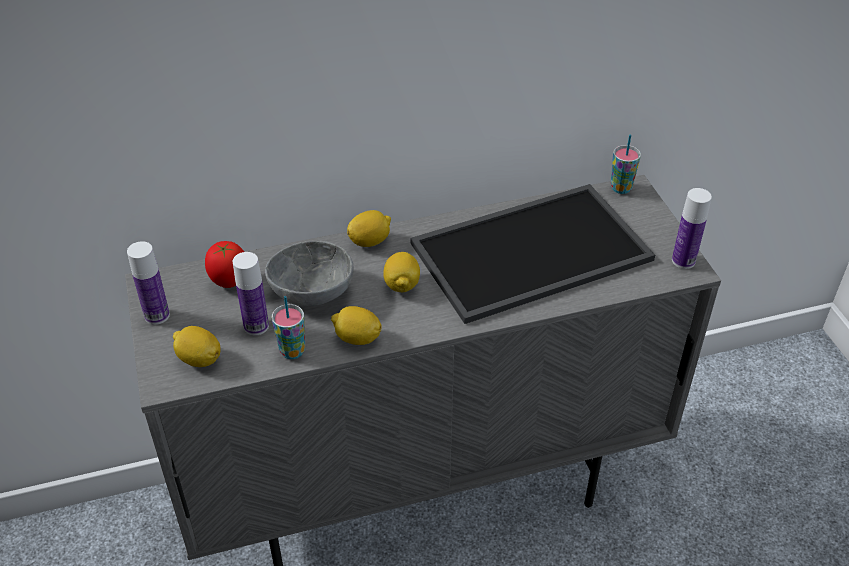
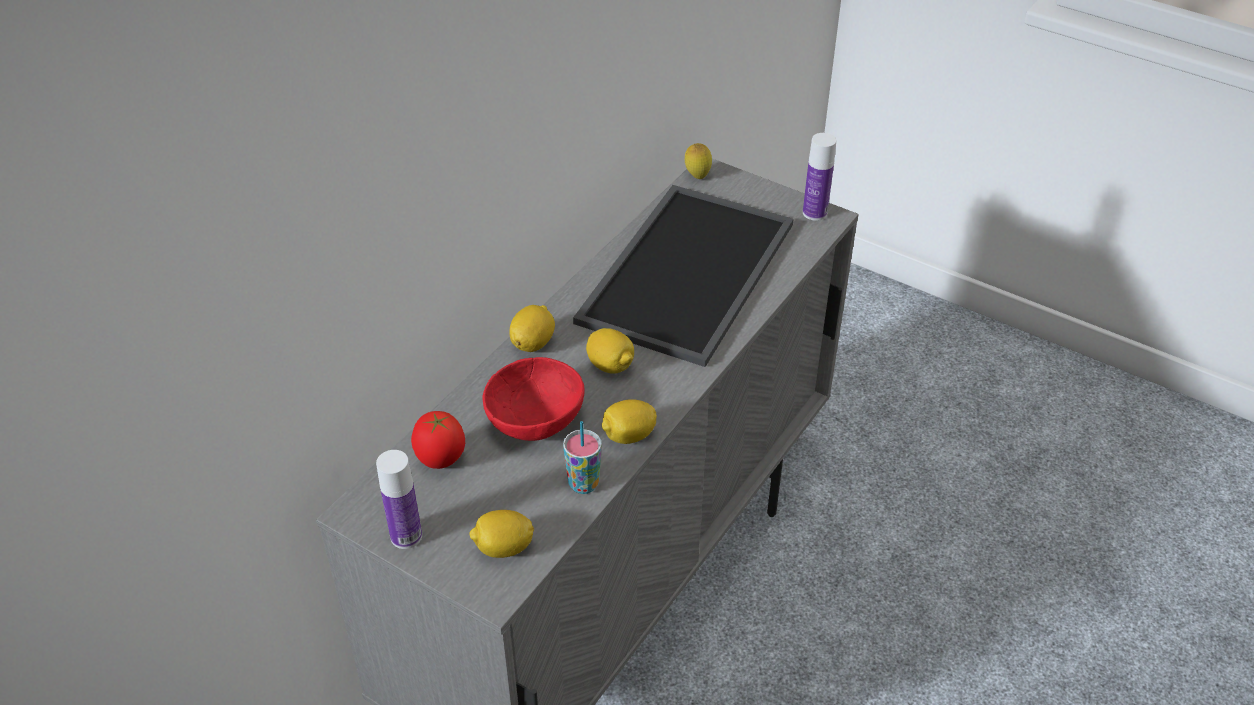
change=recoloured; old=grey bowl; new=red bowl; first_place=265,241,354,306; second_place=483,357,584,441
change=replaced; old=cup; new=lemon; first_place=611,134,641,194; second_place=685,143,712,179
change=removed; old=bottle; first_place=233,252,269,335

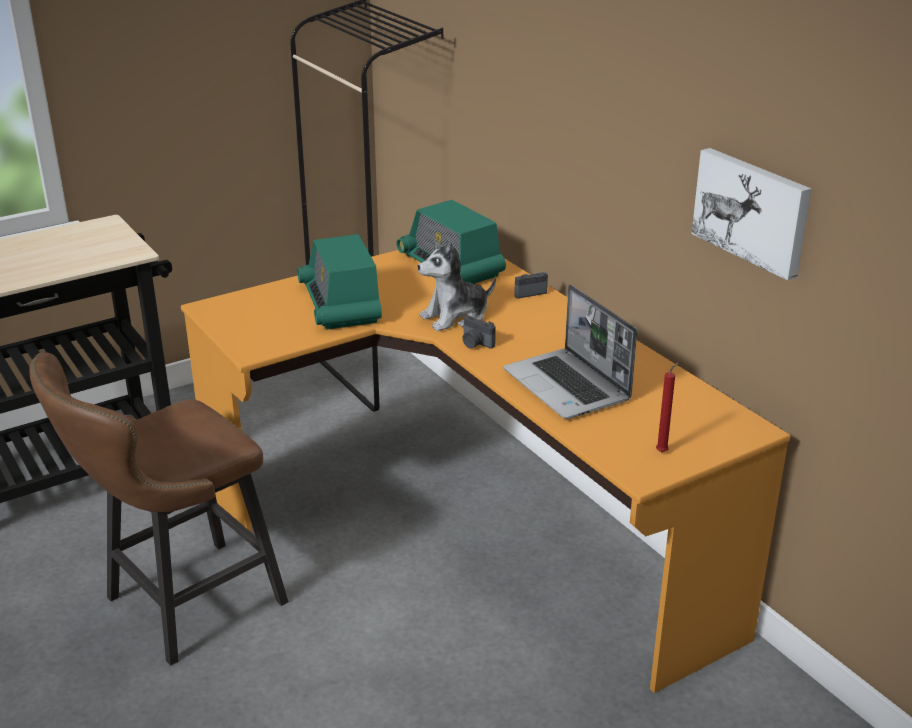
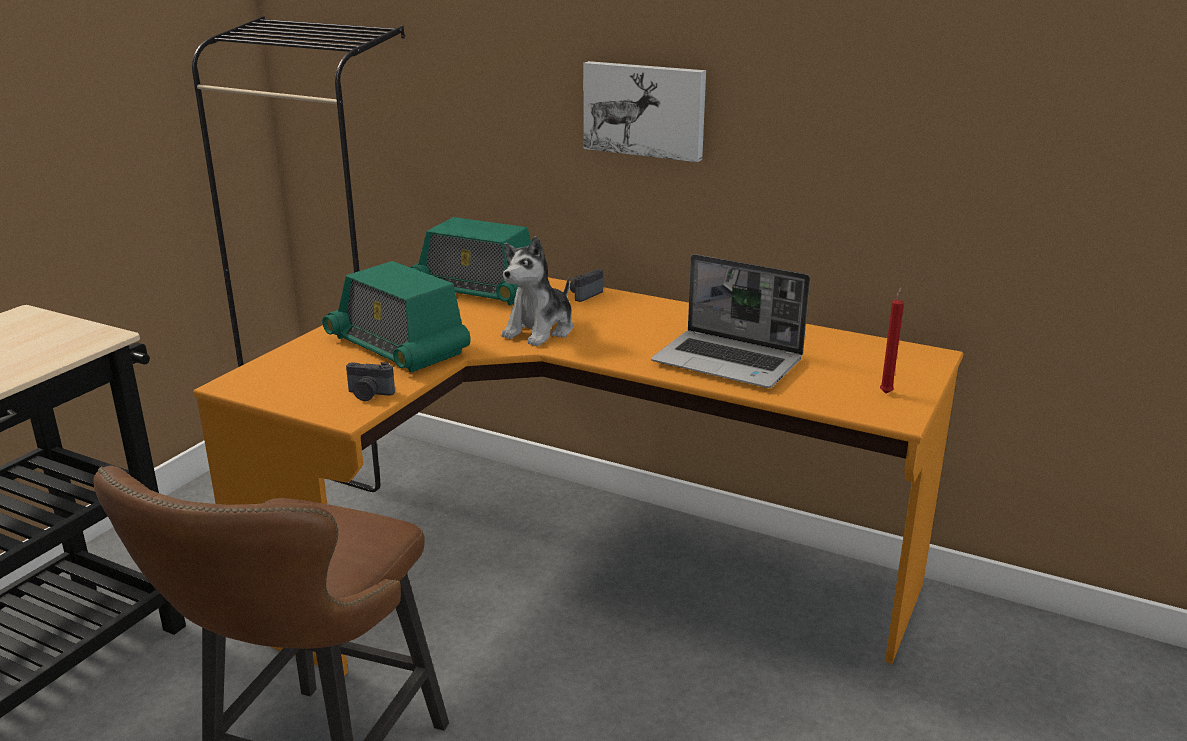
change=moved; old=photo camera; first_place=462,316,496,349; second_place=346,362,395,401
change=moved; old=picture; first_place=692,148,811,281; second_place=583,61,706,162

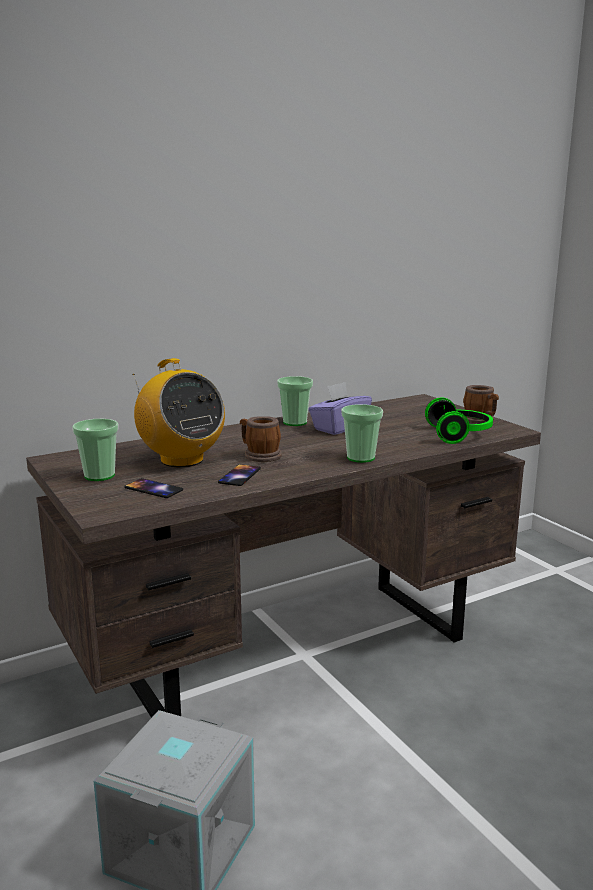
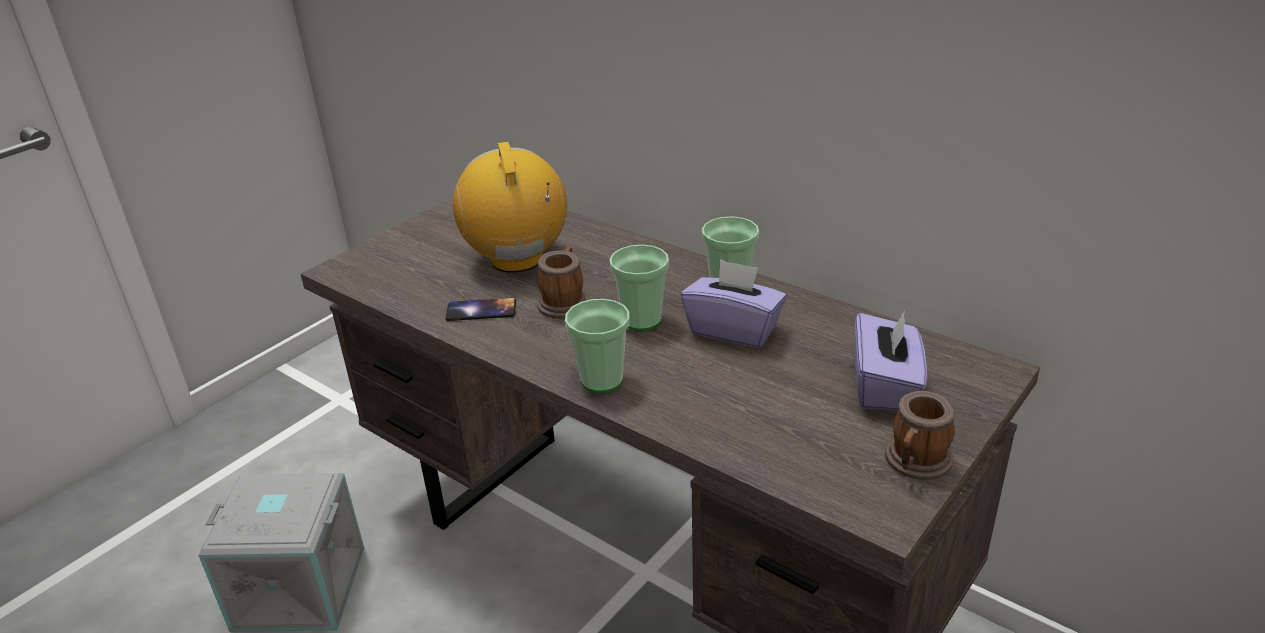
change=turned; old=radio; first_place=132,358,225,467; second_place=453,142,567,273; degrees=135
change=moved; old=cup; first_place=72,419,119,481; second_place=610,245,669,331
change=added; new=purple tissue box; second_place=855,310,927,411
change=removed; old=phone; first_place=124,478,183,498
change=removed; old=headphones; first_place=425,397,493,444

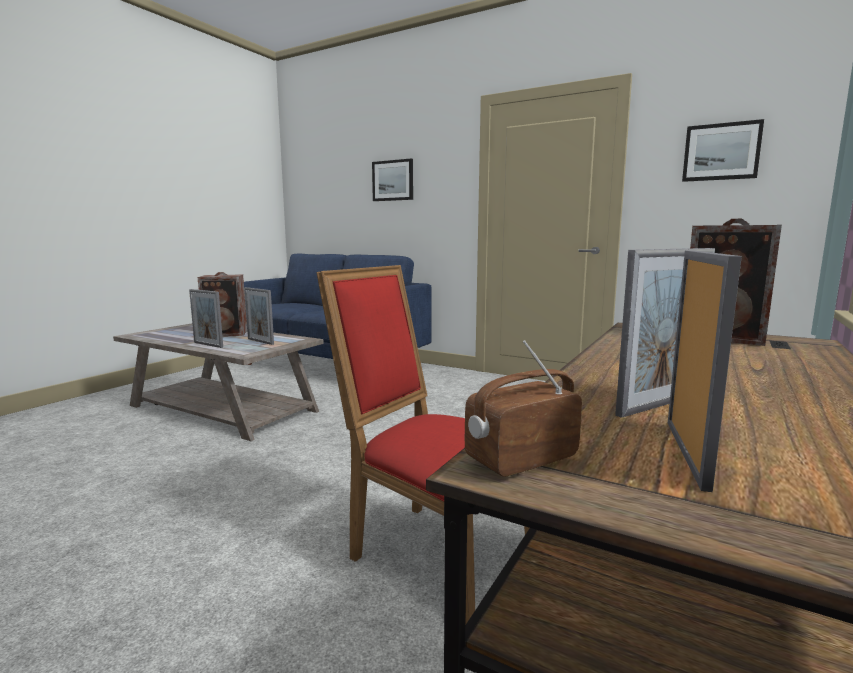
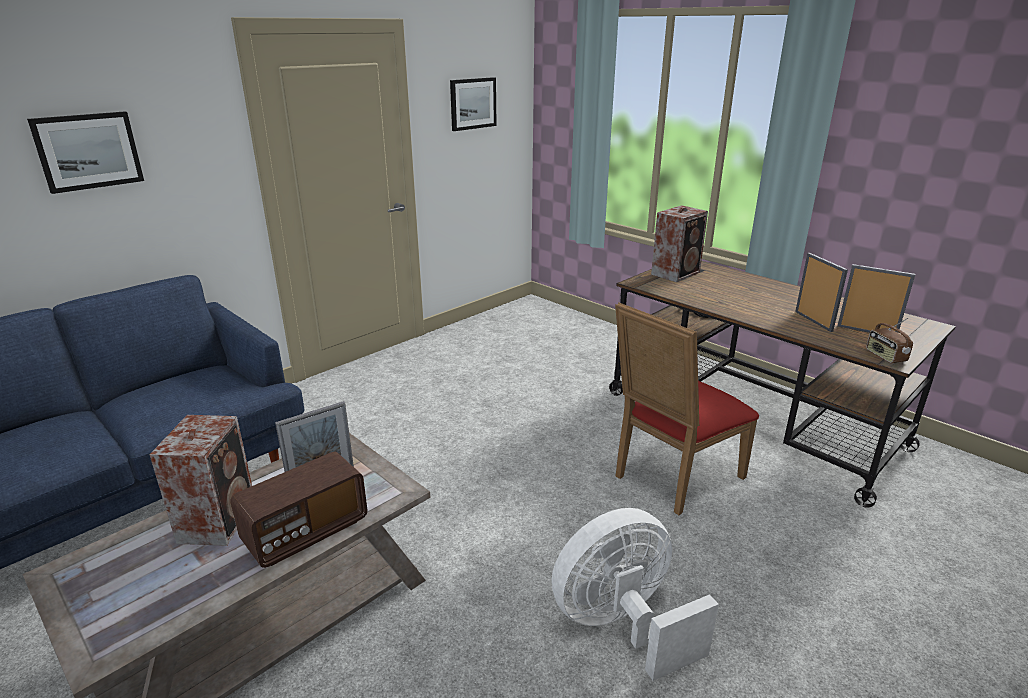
change=replaced; old=picture frame; new=radio; first_place=189,289,223,348; second_place=230,452,367,568
change=added; new=white fan; second_place=551,508,719,681

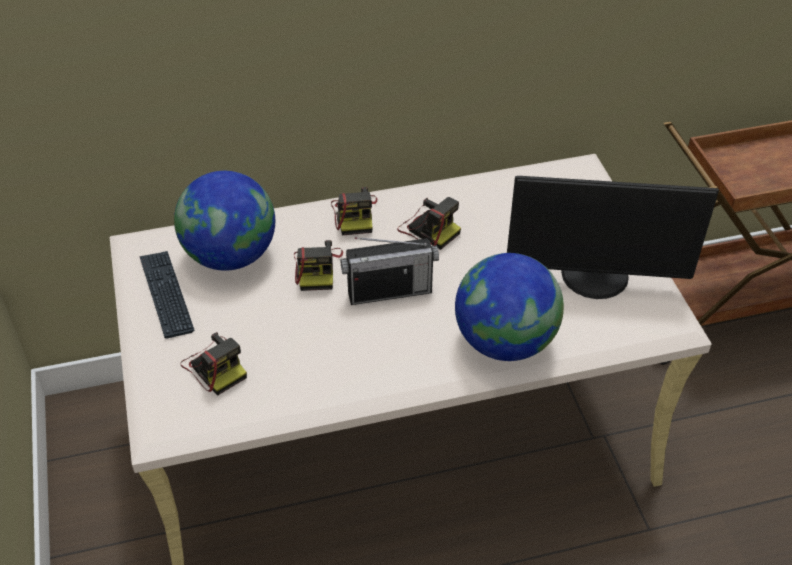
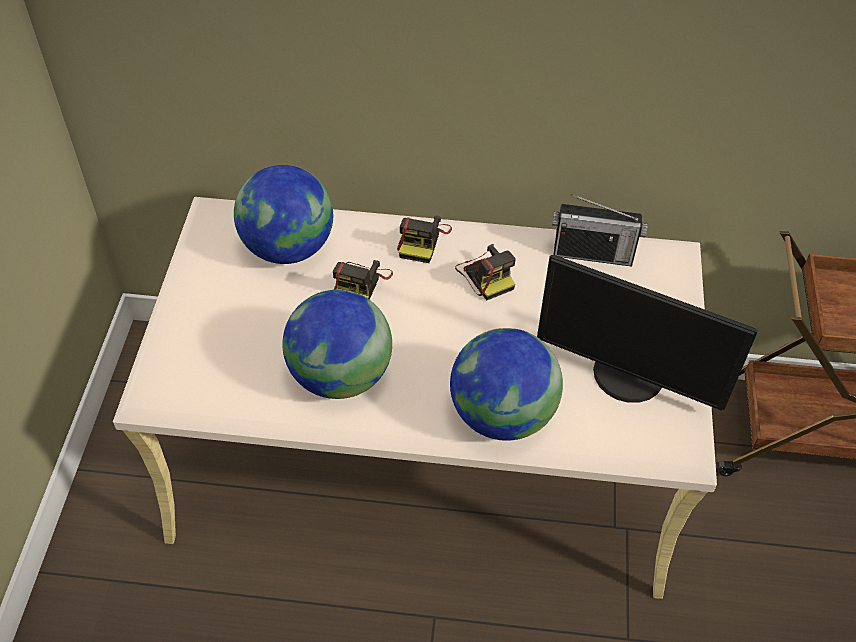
change=added; new=globe; second_place=282,290,392,399
change=moved; old=radio; first_place=340,237,439,305; second_place=552,194,648,267
change=removed; old=keyboard; first_place=139,251,194,338
change=removed; old=photo camera; first_place=181,332,247,395

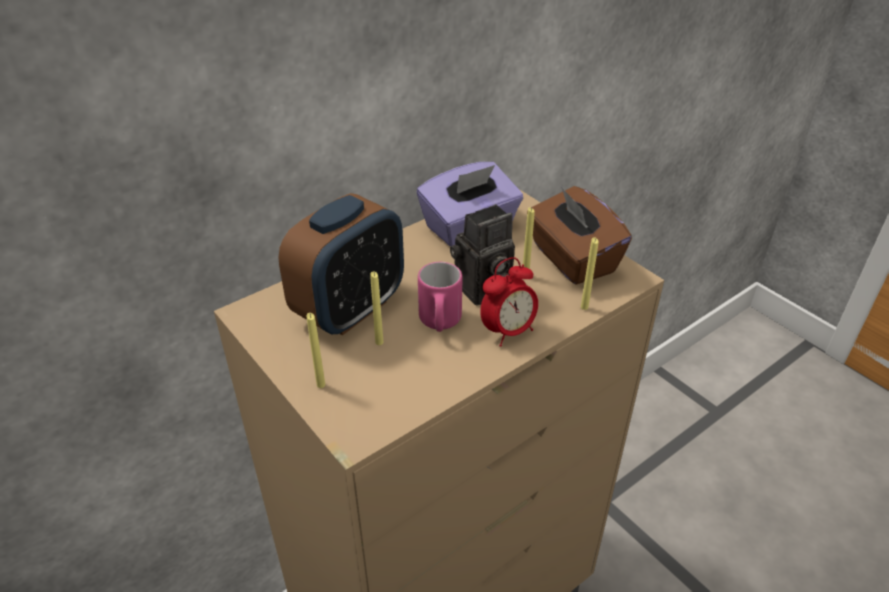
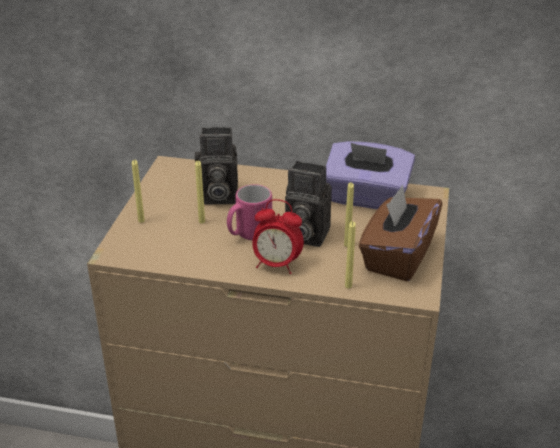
change=replaced; old=alarm clock; new=photo camera; first_place=279,193,404,335; second_place=195,127,238,205

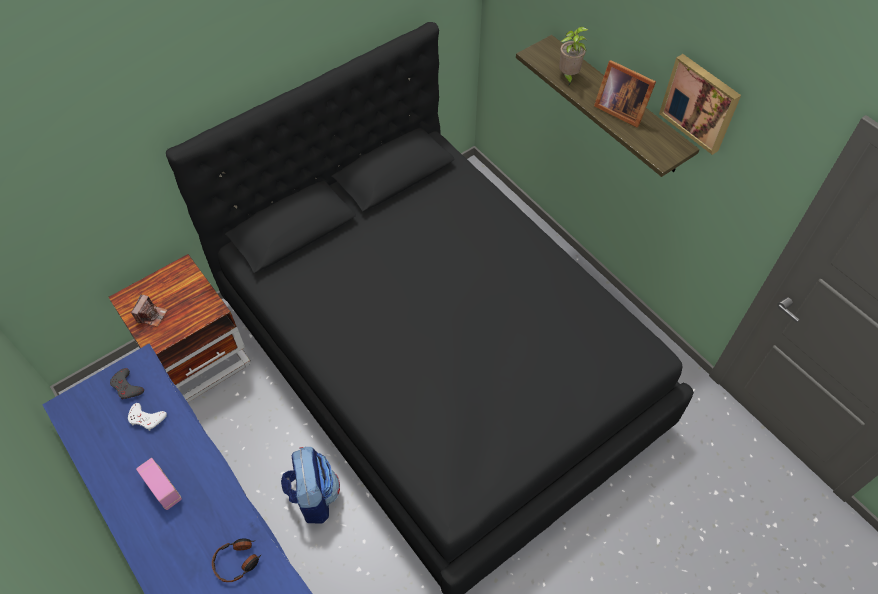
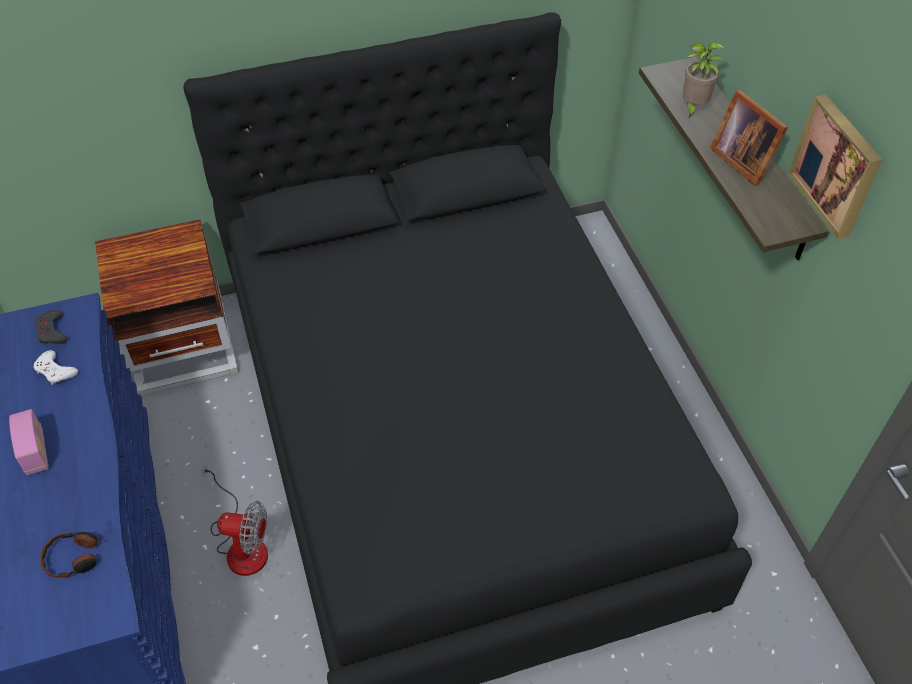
change=replaced; old=backpack; new=fan; first_place=281,447,340,524; second_place=201,461,268,576
change=removed; old=photo camera; first_place=131,295,168,327

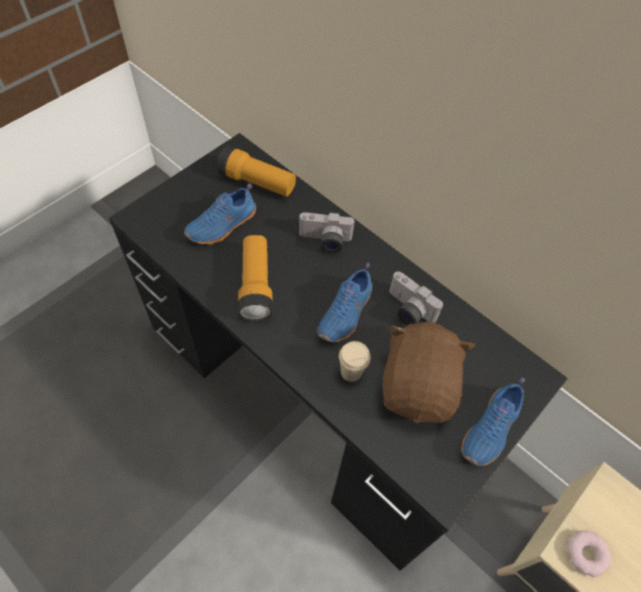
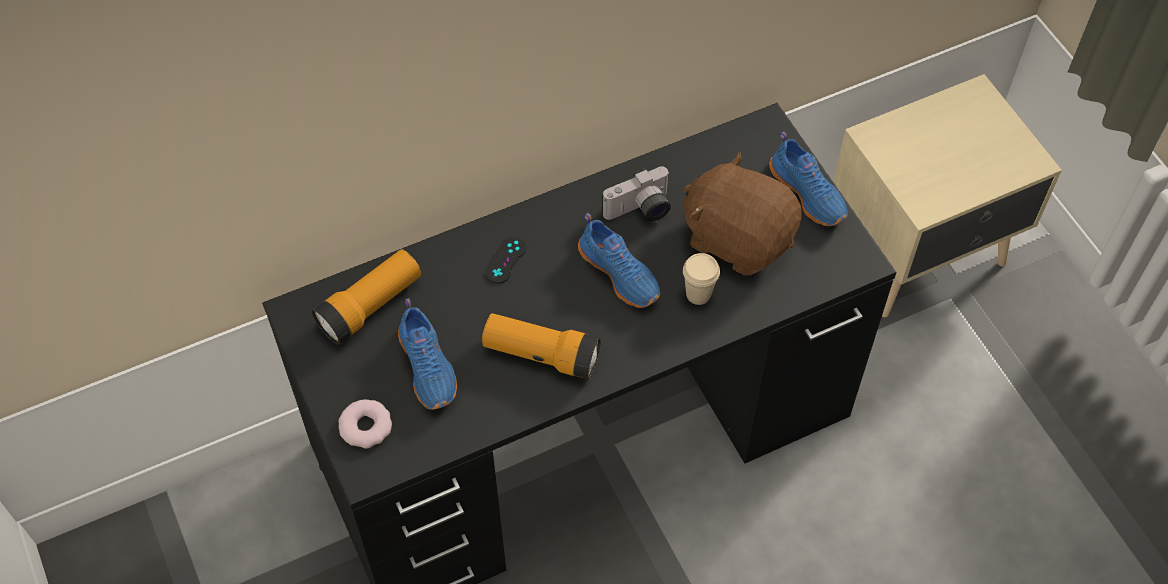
change=moved; old=donut; first_place=567,530,611,577; second_place=339,399,392,449
change=replaced; old=photo camera; new=black game controller; first_place=298,212,355,253; second_place=485,237,526,284

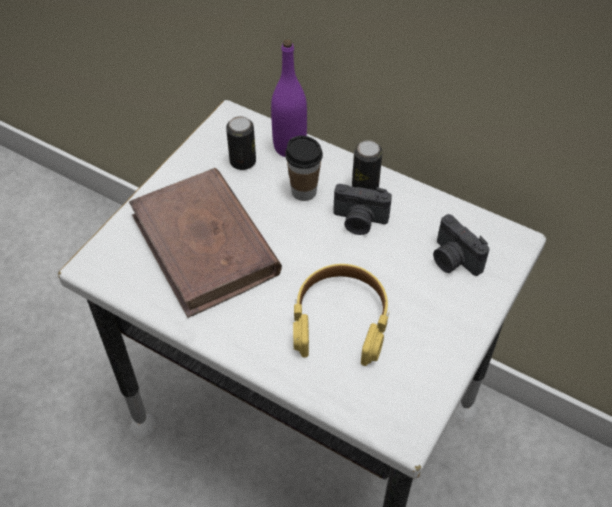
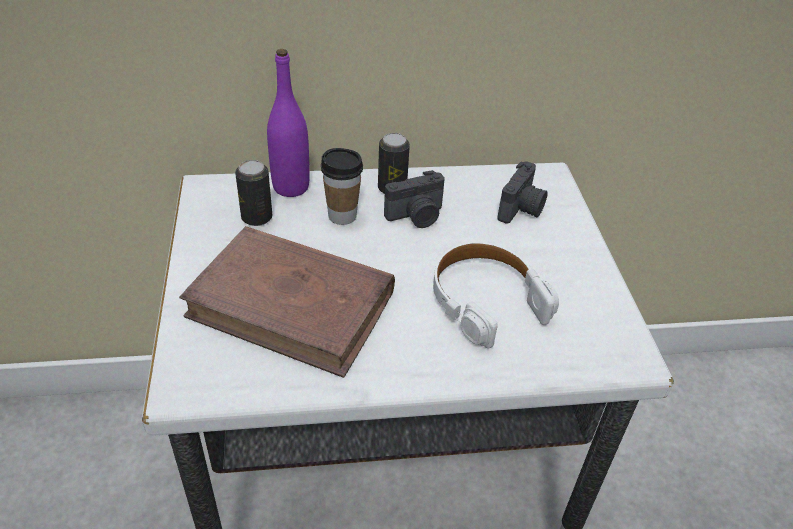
change=recoloured; old=yellow headphones; new=white headphones; first_place=293,264,389,366; second_place=433,242,559,349
change=turned; old=photo camera; first_place=433,214,490,276; second_place=497,161,548,224; degrees=-75

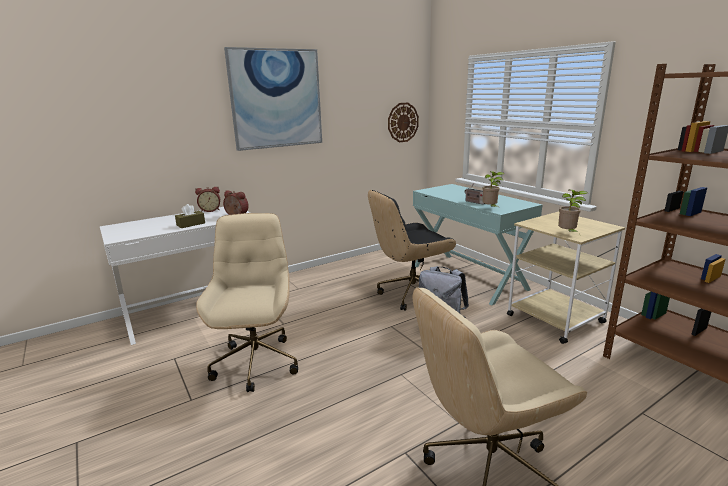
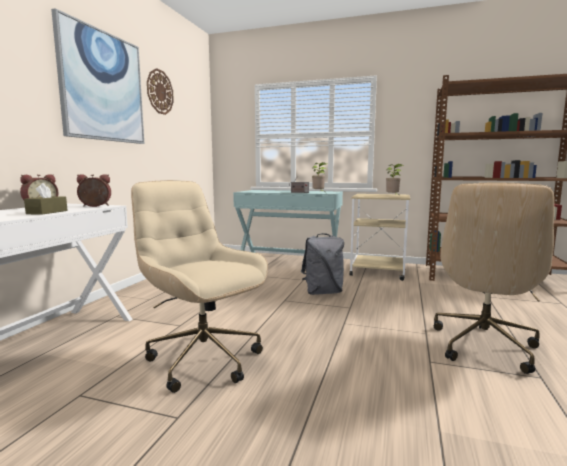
change=moved; old=wall clock; first_place=388,103,419,142; second_place=147,68,174,115
change=removed; old=black office chair; first_place=368,190,456,311

